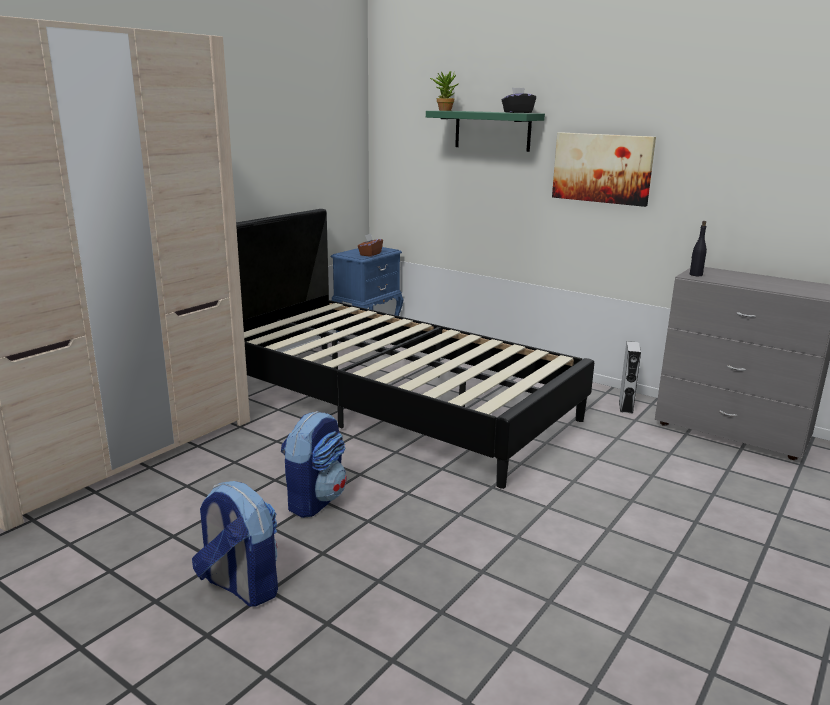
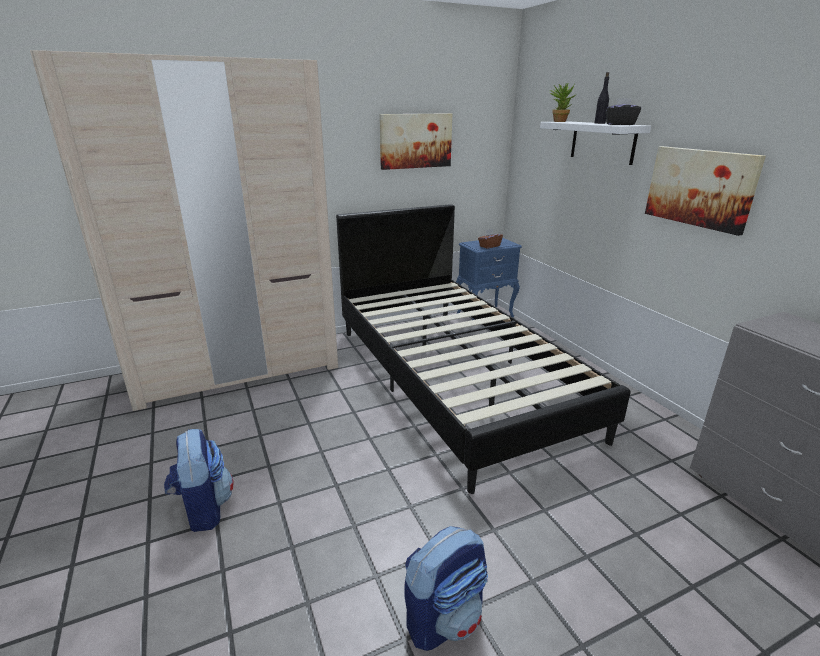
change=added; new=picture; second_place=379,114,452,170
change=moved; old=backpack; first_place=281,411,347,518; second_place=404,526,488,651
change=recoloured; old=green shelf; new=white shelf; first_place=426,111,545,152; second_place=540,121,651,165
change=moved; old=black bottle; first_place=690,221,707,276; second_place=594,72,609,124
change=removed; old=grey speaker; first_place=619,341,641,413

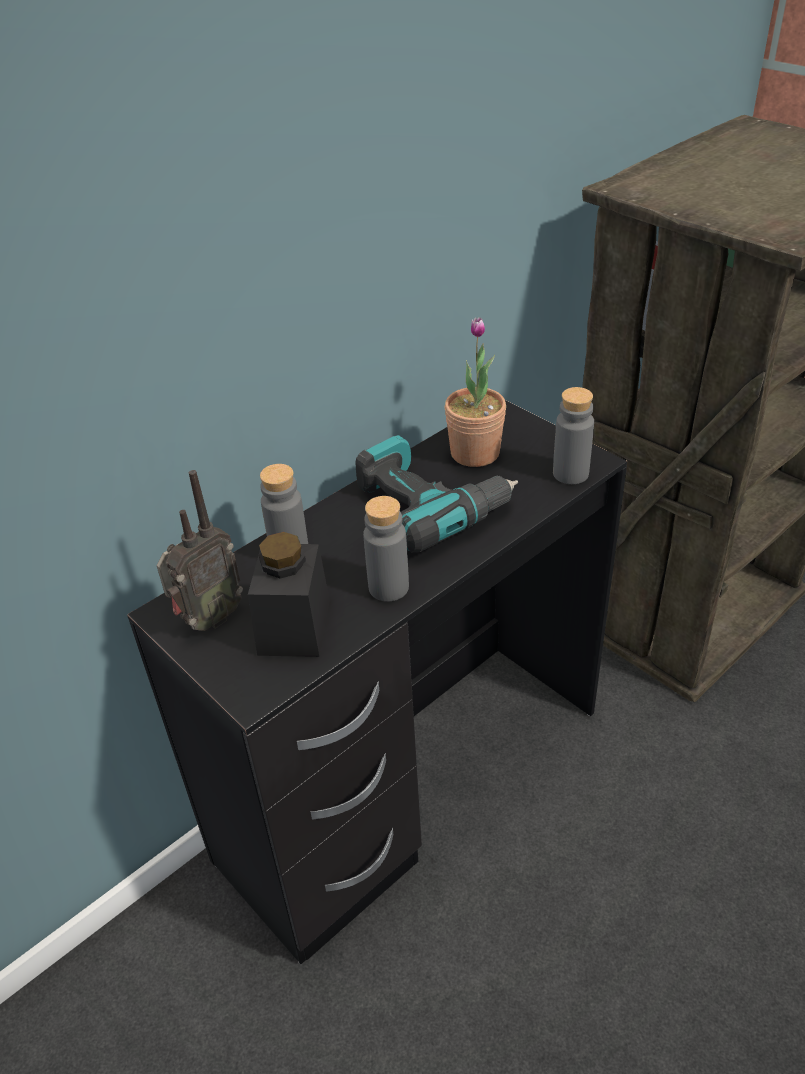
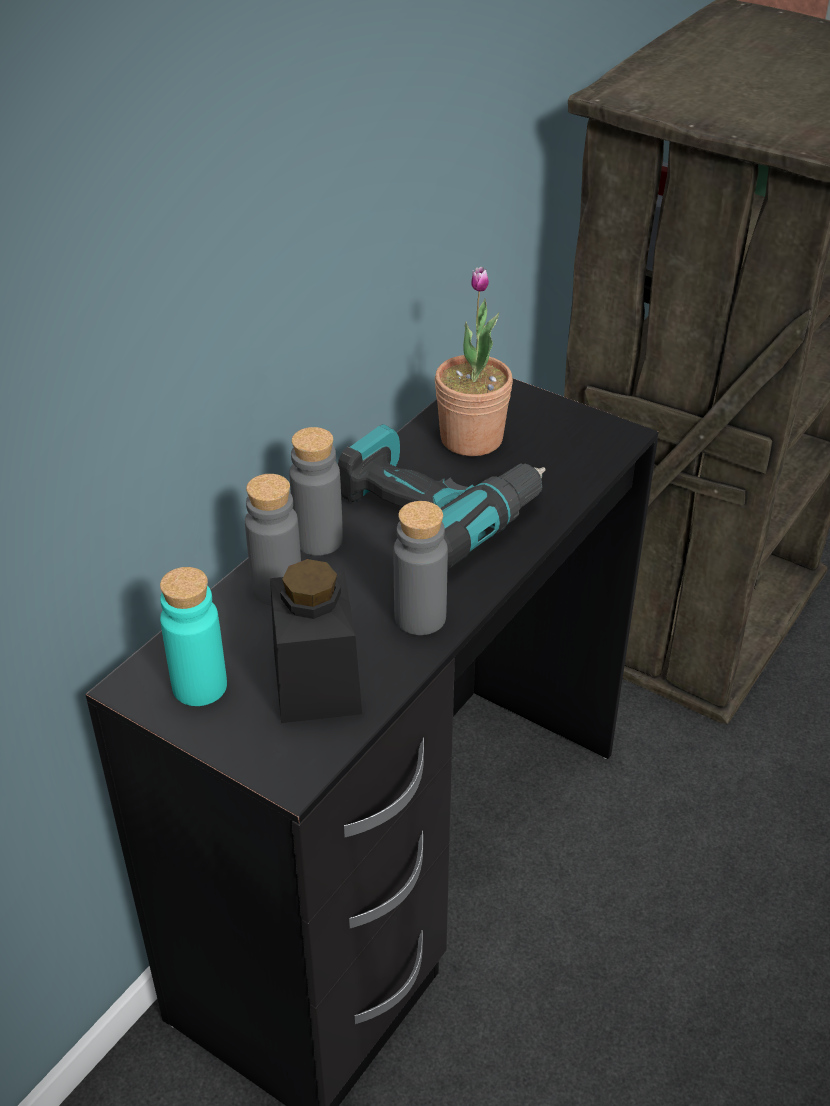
change=replaced; old=radio; new=turquoise bottle; first_place=157,470,243,631; second_place=160,567,227,706
change=moved; old=grey bottle; first_place=553,387,594,484; second_place=289,427,343,556

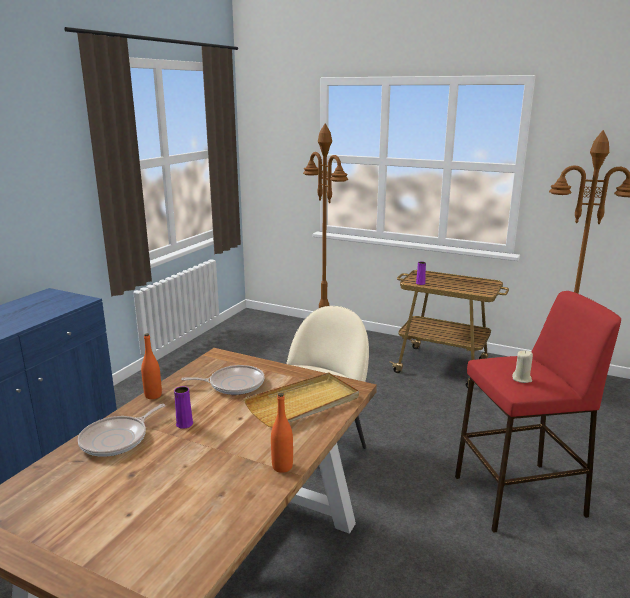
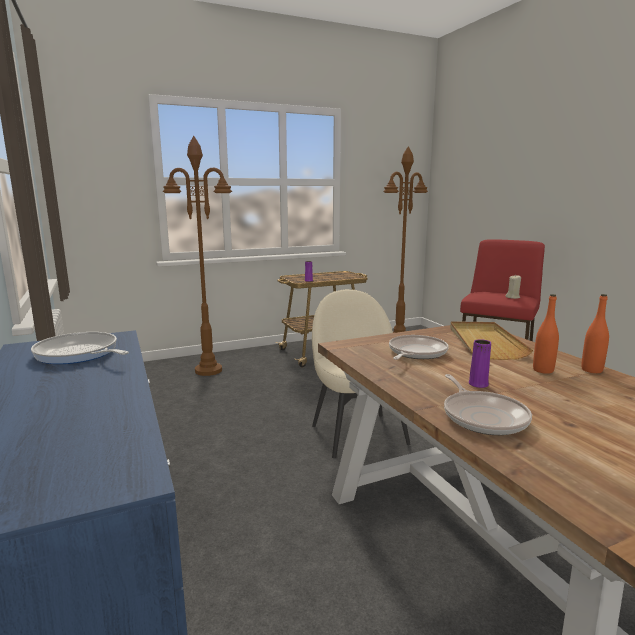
change=added; new=frying pan; second_place=31,332,129,364
change=moved; old=orange bottle; first_place=141,333,162,399; second_place=533,294,559,374

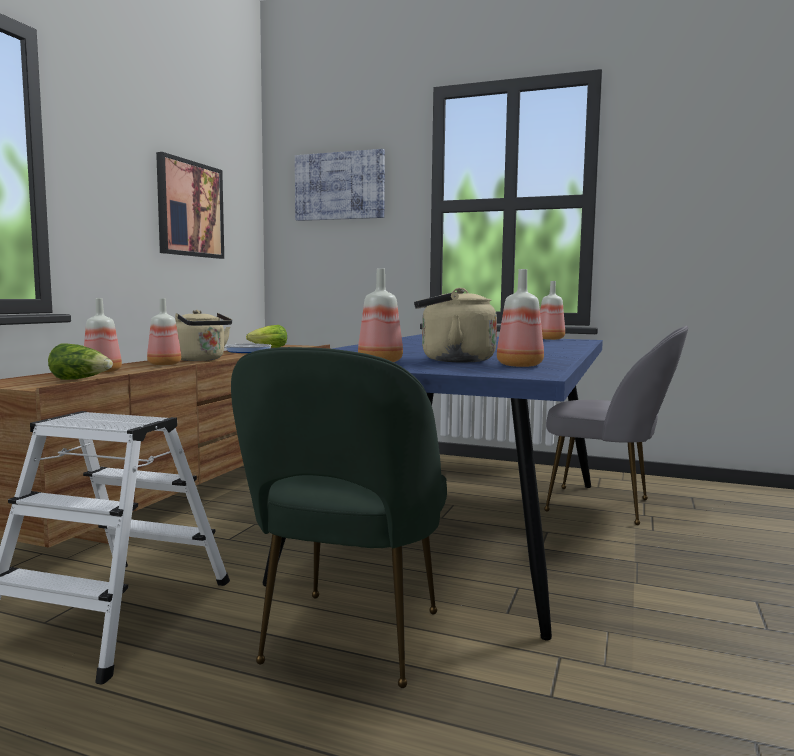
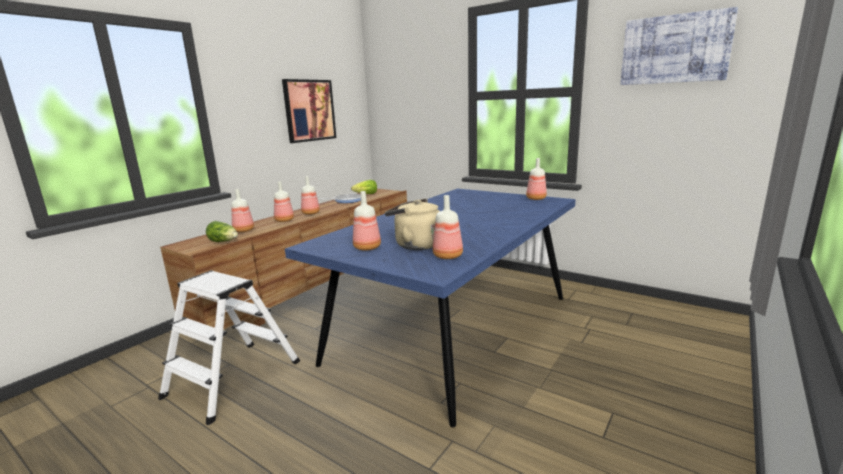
change=replaced; old=beige kettle; new=bottle; first_place=175,310,232,361; second_place=301,176,320,215
change=moved; old=picture; first_place=295,149,385,221; second_place=620,7,738,85
change=removed; old=green chair; first_place=231,347,447,688
change=removed; old=grey chair; first_place=544,326,688,525

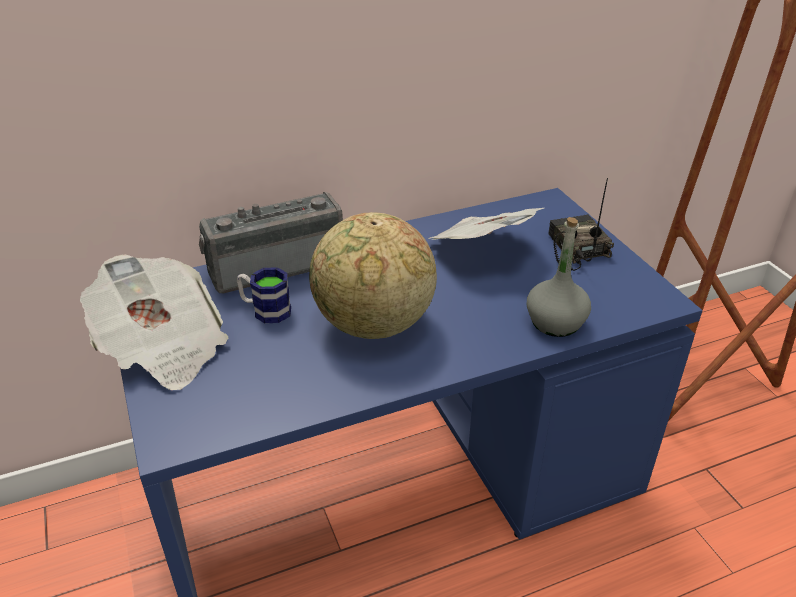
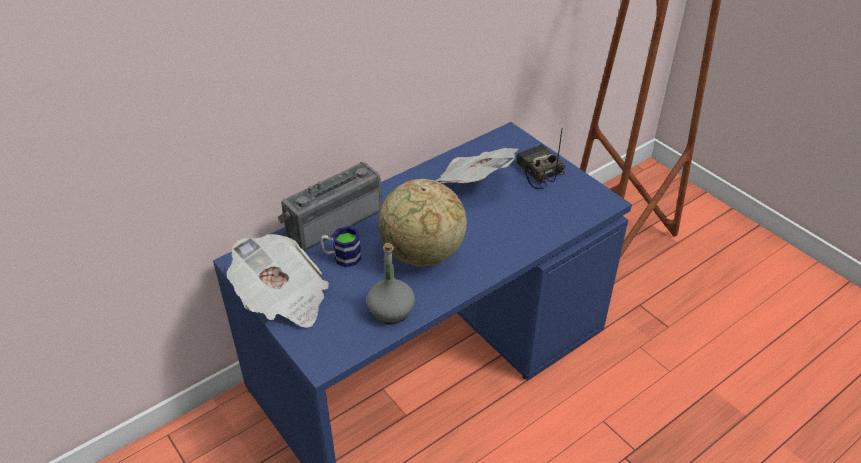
change=moved; old=grey bottle; first_place=526,217,591,337; second_place=367,243,415,324

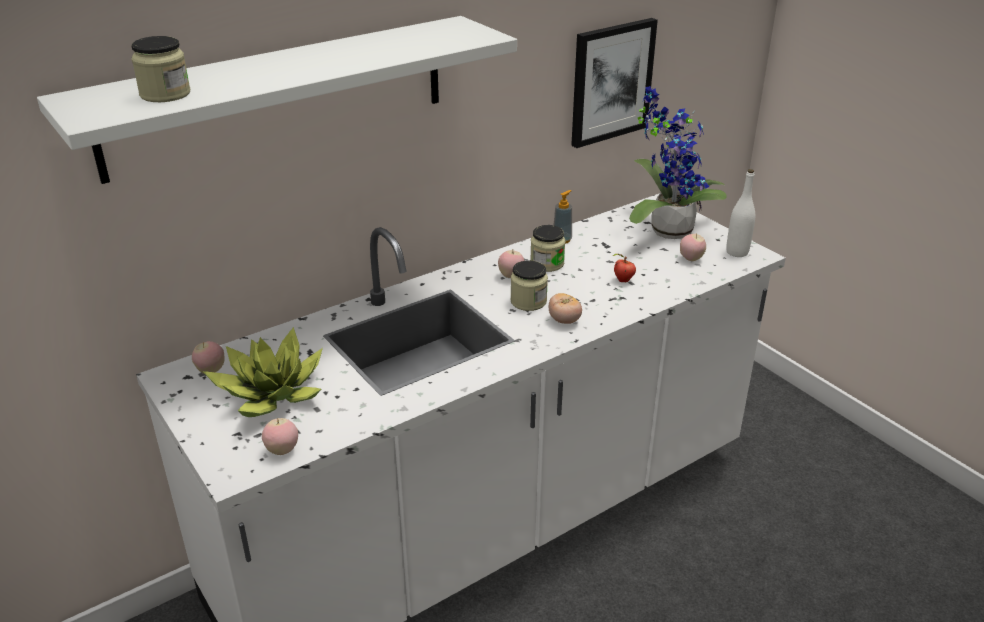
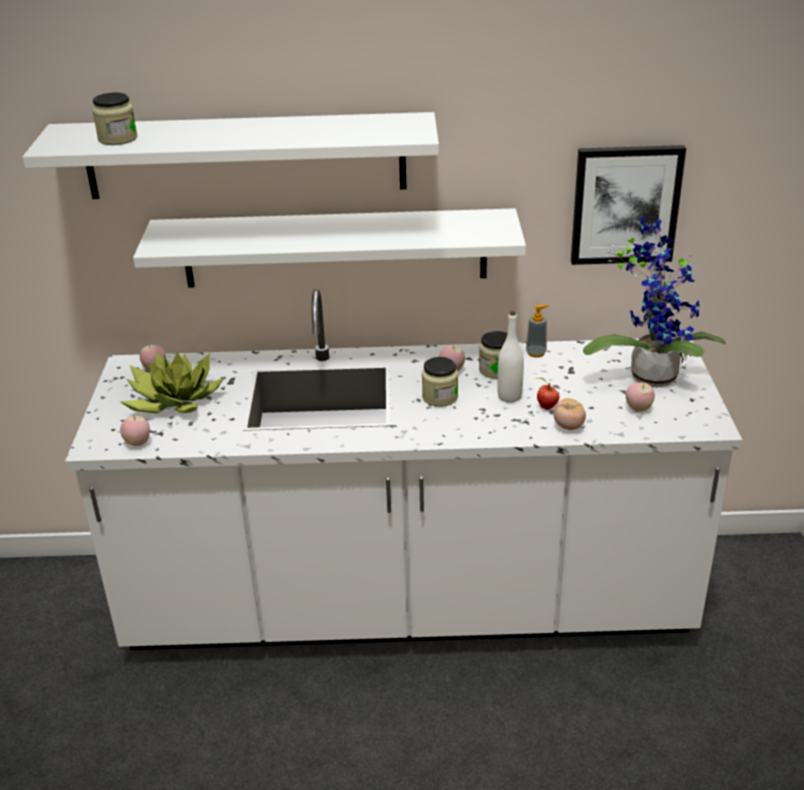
change=added; new=white shelf; second_place=133,208,526,288
change=moved; old=white bottle; first_place=726,169,755,257; second_place=497,311,524,403
change=moved; old=tomato; first_place=549,293,582,324; second_place=554,398,586,430

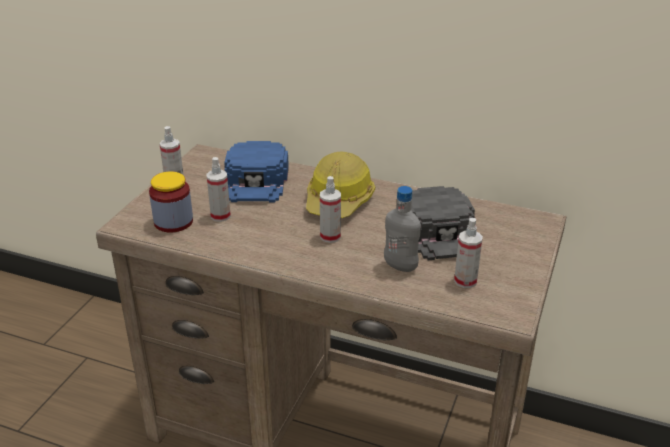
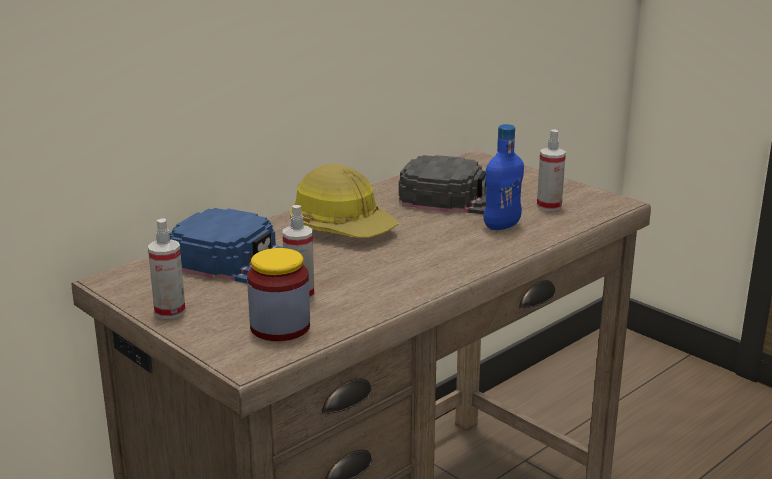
change=recoloured; old=grey bottle; new=blue bottle; first_place=384,186,421,272; second_place=484,124,524,230
change=removed; old=spray bottle; first_place=320,176,341,243

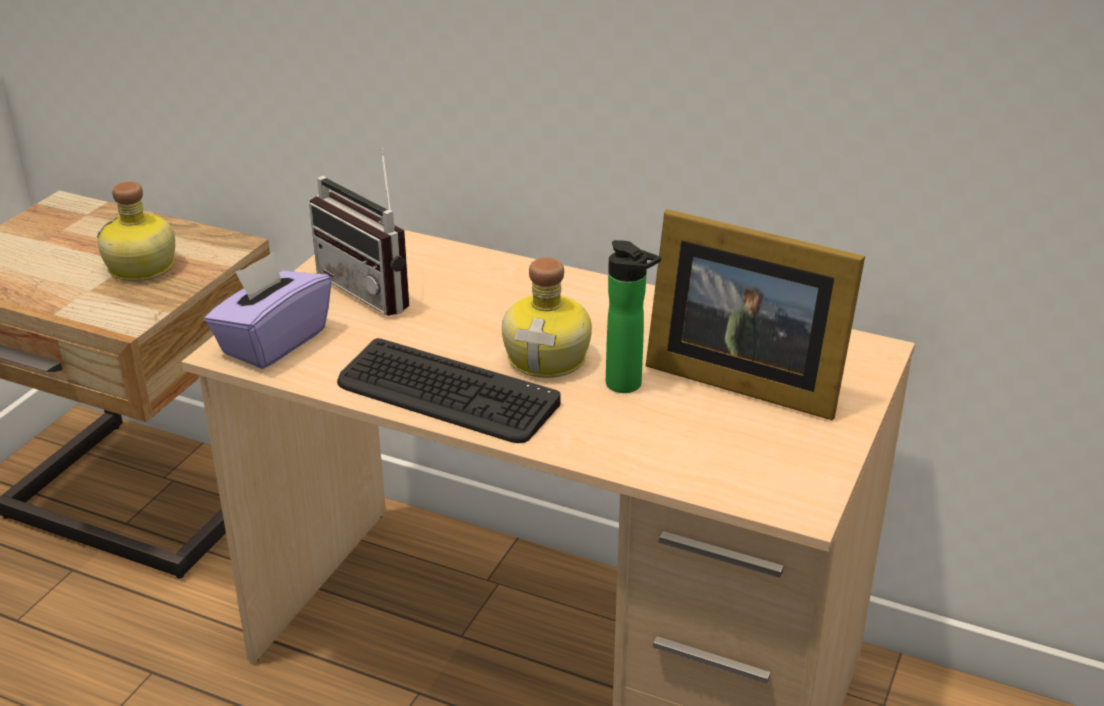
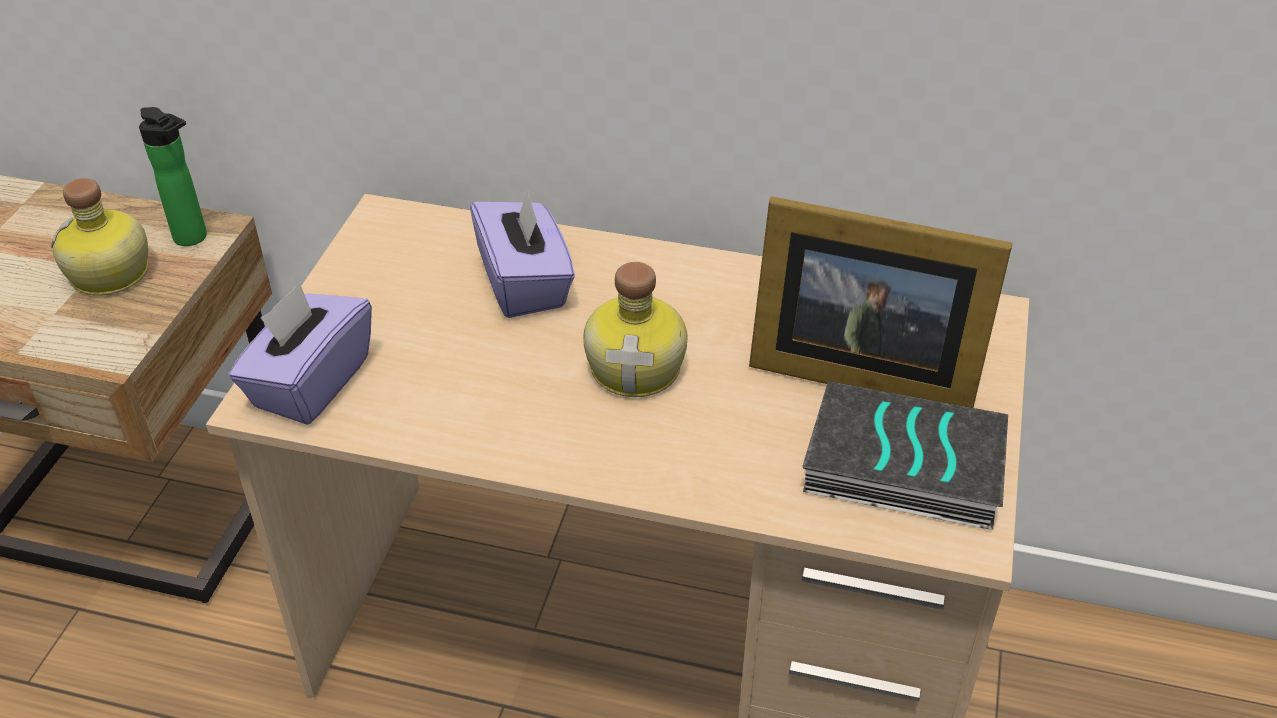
change=moved; old=bottle; first_place=606,240,661,393; second_place=139,107,207,246
change=added; new=purple tissue box; second_place=470,189,575,318
change=added; new=book; second_place=802,381,1008,530
change=removed; old=radio; first_place=309,148,409,316
change=removed; old=keyboard; first_place=337,338,561,443

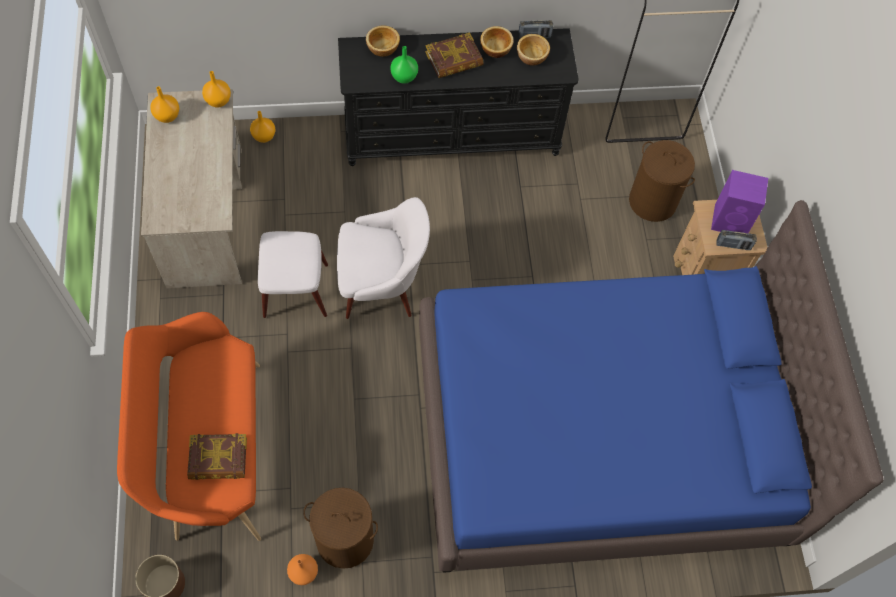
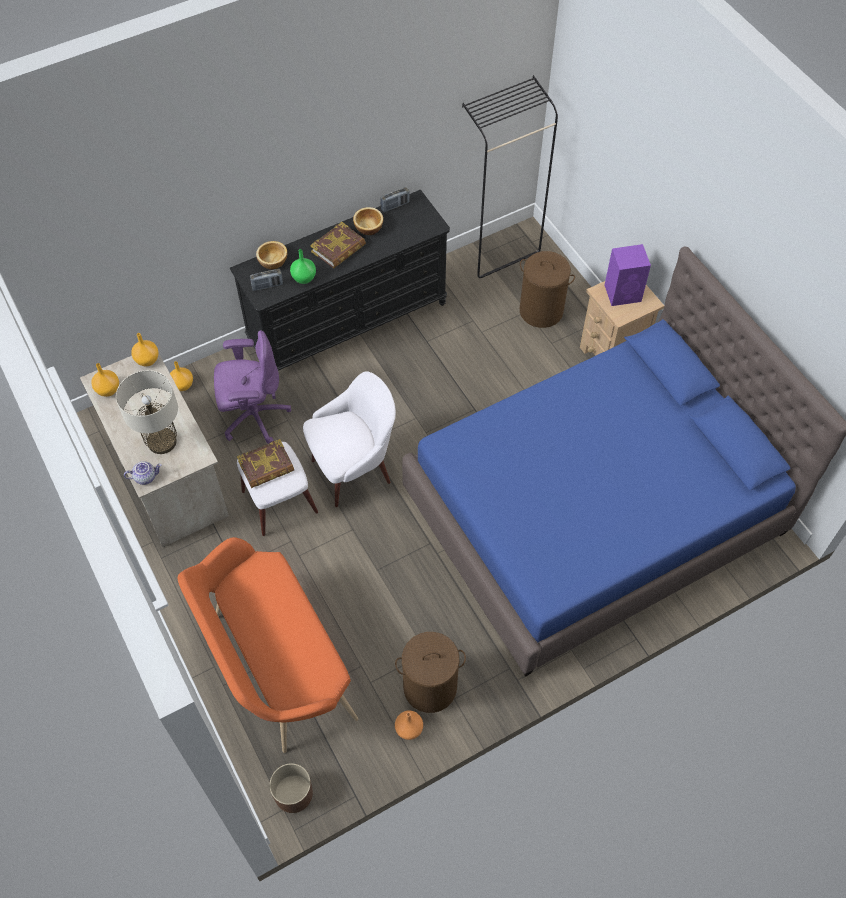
change=added; new=table lamp; second_place=116,370,178,454
change=added; new=teapot; second_place=124,461,162,485
change=added; new=purple office chair; second_place=214,330,291,444
change=moved; old=book; first_place=187,433,247,480; second_place=237,439,294,488
change=moved; old=radio; first_place=716,230,757,250; second_place=250,269,283,291
change=removed; old=bowl; first_place=517,34,550,65

